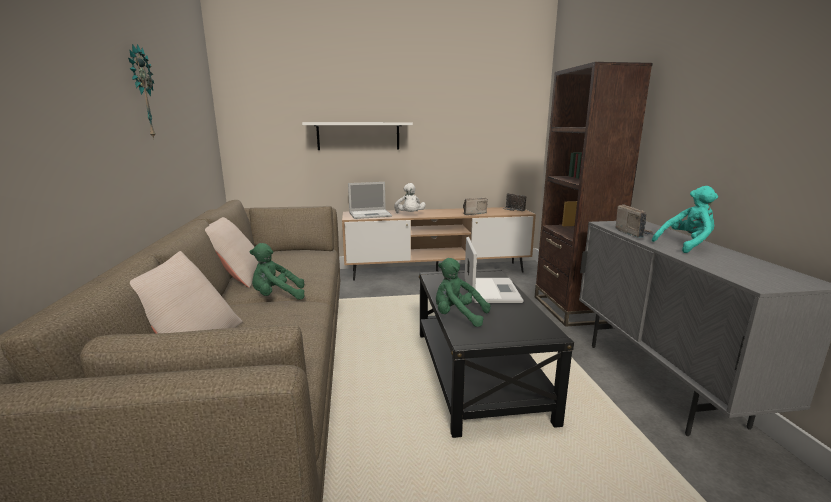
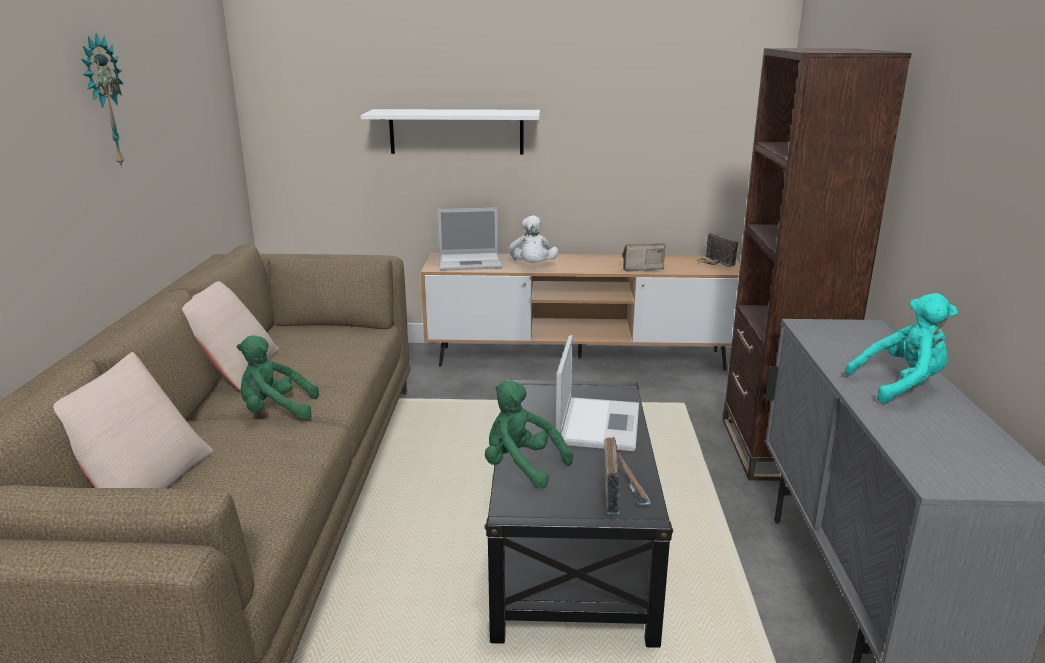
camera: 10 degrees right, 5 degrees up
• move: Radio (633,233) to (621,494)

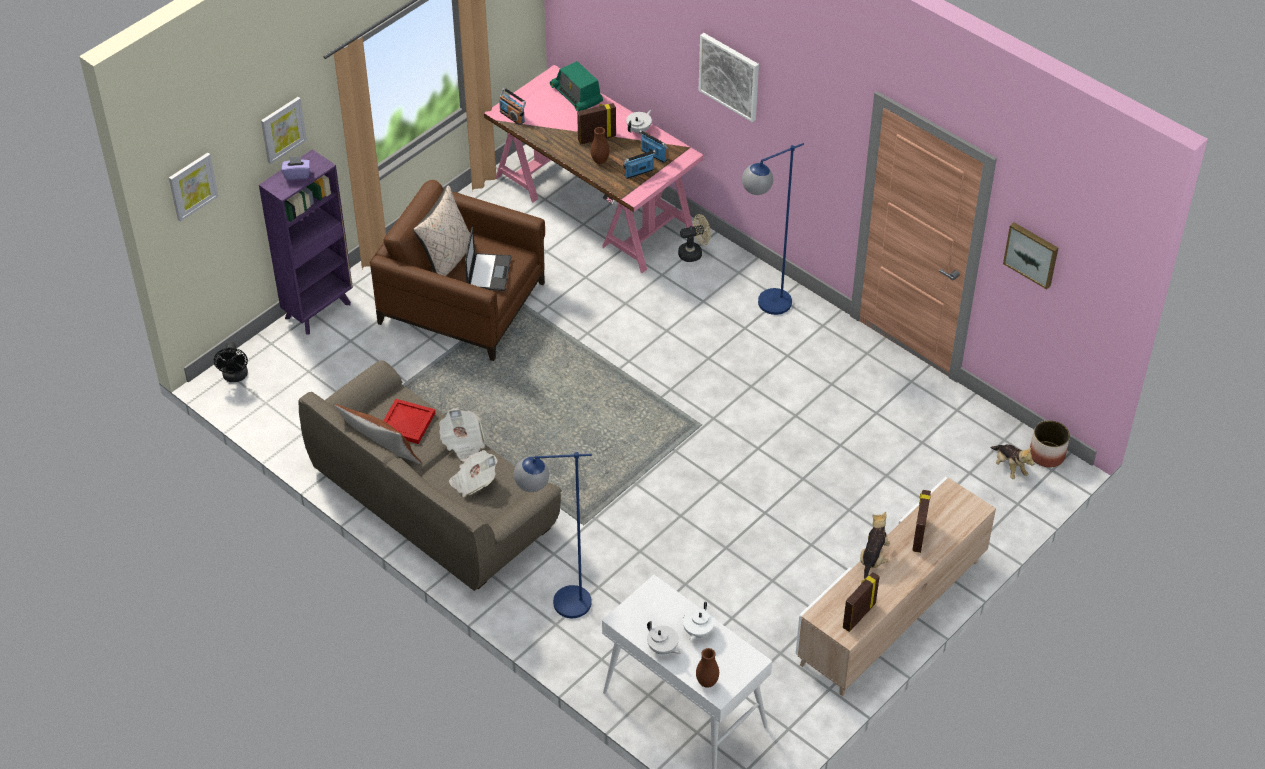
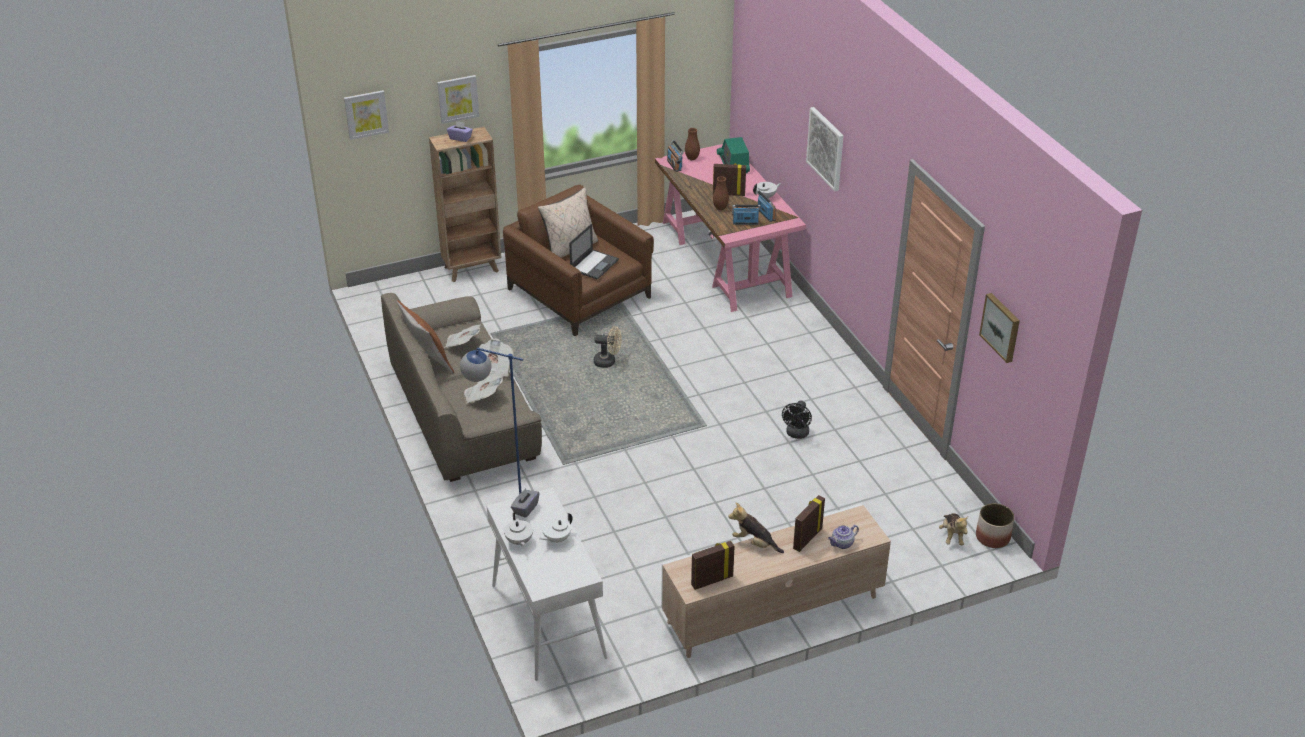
camera: 25 degrees right, 10 degrees down
• delete: Stehlampe [blau] (764,307)
• recolor: Bücherregal [lila] (319,310) to Bücherregal [braun] (472,269)
• move: Ventilator [beige] (694,253) to (608,362)
• move: Ventilator [schwarz] (235,377) to (796,434)
• replace: Tablett [rot] (406,423) to Zeitung (462,344)
• rotate: Plüschtier (873,558) = (754,543) 105 degrees counterclockwise
• move: Vase [braun] (707,682) to (692,158)
• insert: Taschentuchbox [grau] (525,509)
• insert: Teekanne (842,544)

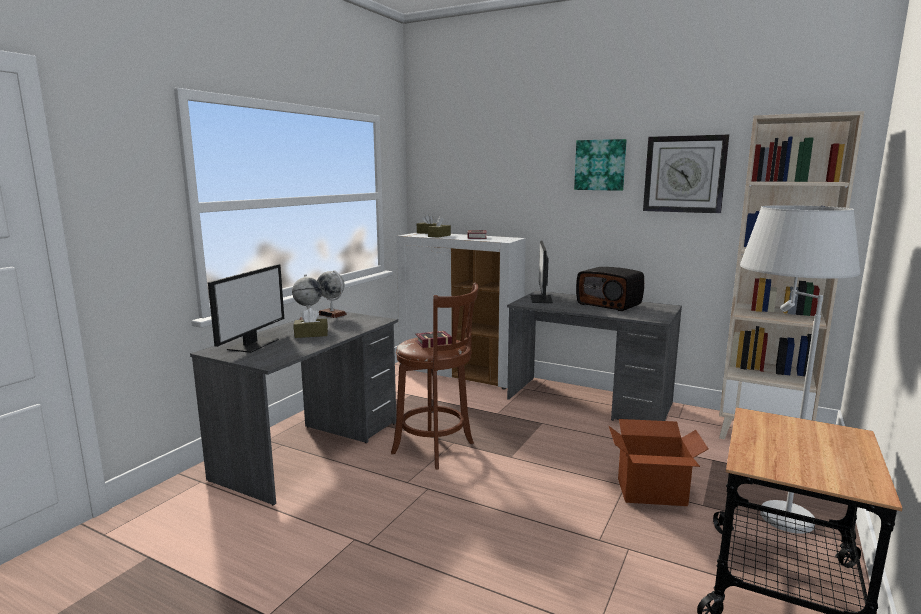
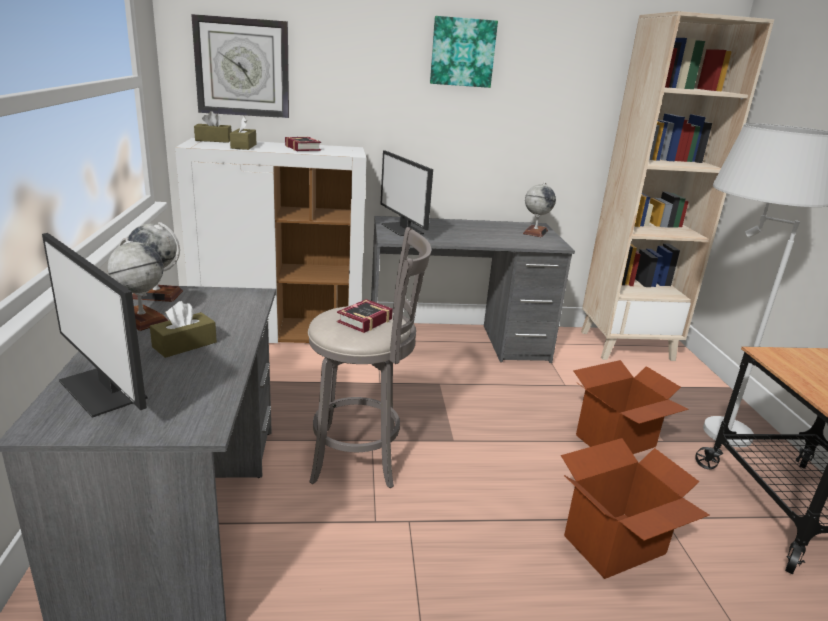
camera: 35 degrees left, 10 degrees up
• move: Wanduhr (684,174) to (242,67)
• rotate: Monitor (253,344) = (105,389) 150 degrees clockwise
• delete: Radio (609,304)
• recolor: Hocker [braun] (436,449) to Hocker [grau] (361,457)
• insert: Globus (535,232)
• insert: Karton (615,546)

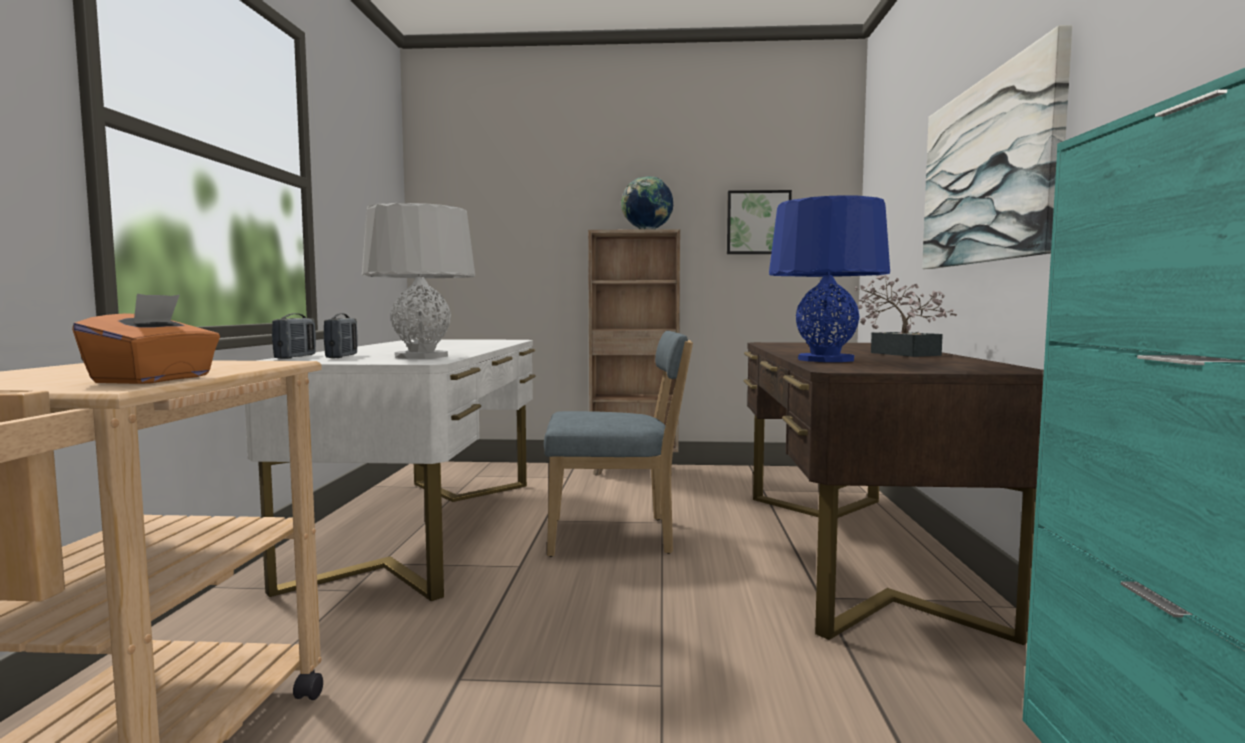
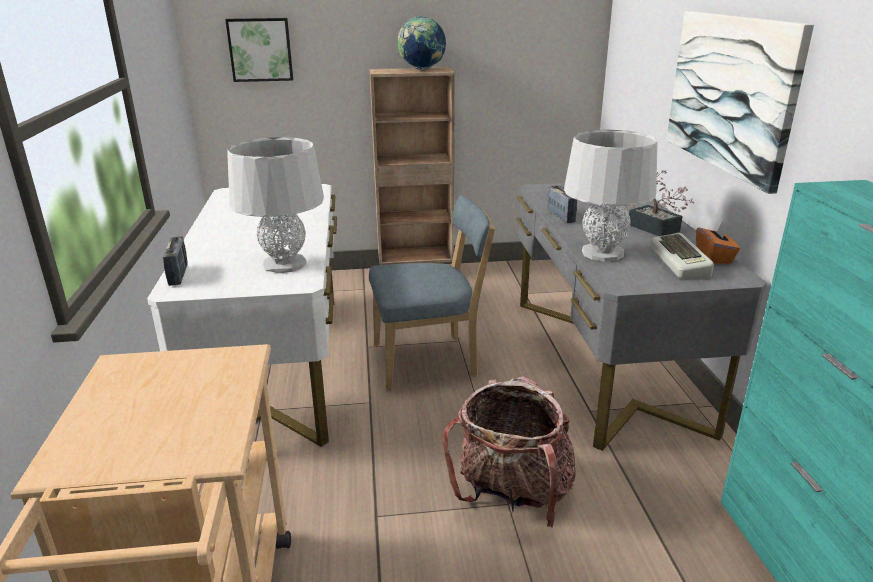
camera: 10 degrees left, 20 degrees up
• move: Bild (758,223) to (260,49)
• recolor: Tischlampe [blau] (825,359) to Tischlampe [grau] (602,253)
• move: Taschentuchbox [orange] (155,379) to (714,257)
• move: Radio (342,356) to (560,216)
• recolor: Schreibtisch [braun] (854,551) to Schreibtisch [grau] (604,360)
• insert: Tastatur (681,262)
• insert: Rucksack (513,495)

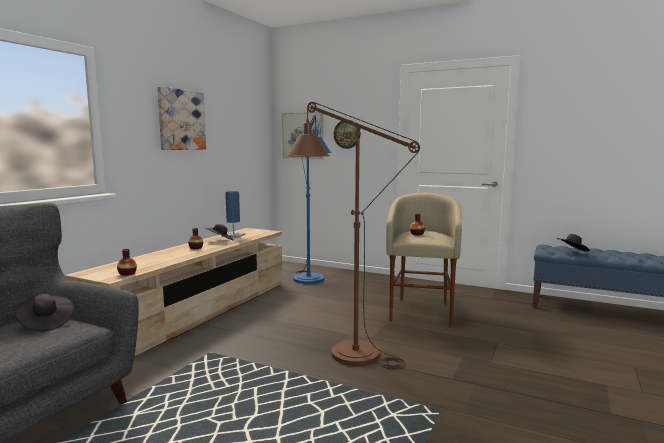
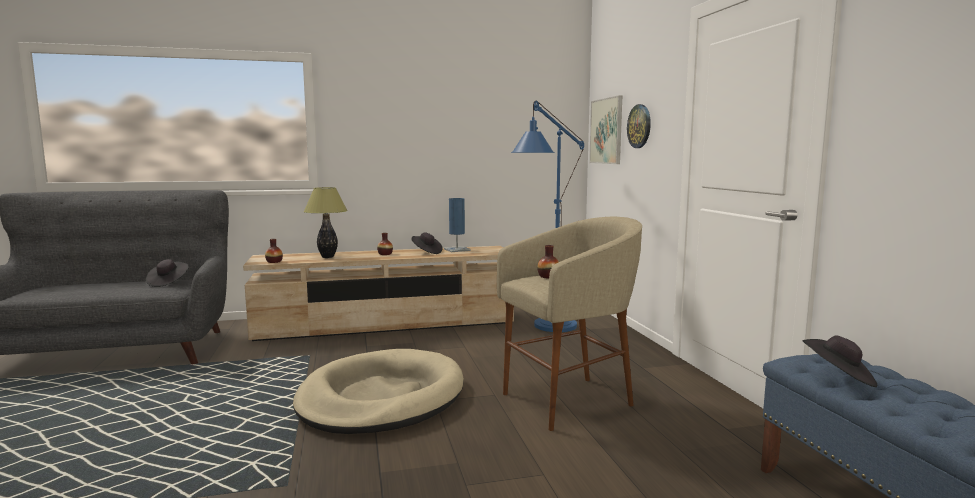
camera: 50 degrees right, 0 degrees up
• delete: Bild (181,120)
• replace: Stehlampe [braun] (343,351) to Hundebett [beige] (381,398)
• insert: Tischlampe (327,257)

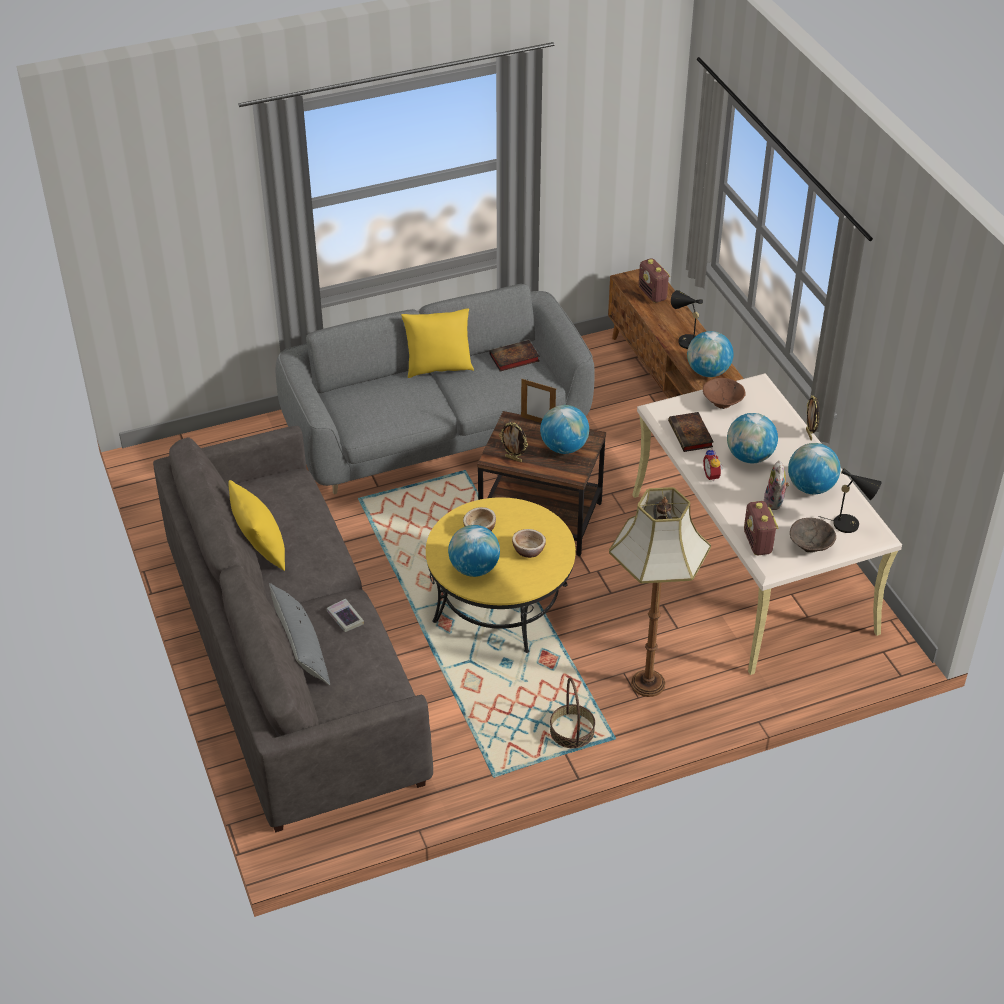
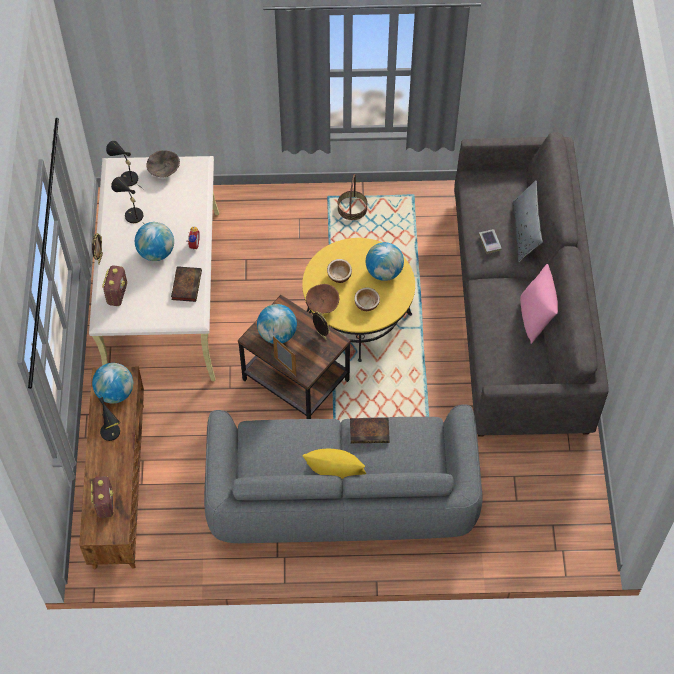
camera: 160 degrees left, 15 degrees up
• move: Buch (513,358) to (370,431)
• move: Schüssel [braun] (723,403) to (322,304)
• replace: Globus (810,487) to Tischlampe [schwarz] (131,214)
• delete: Plüschtier (775,502)
• recolor: Kissen [gelb] (260,551) to Kissen [rosa] (535,319)
• delete: Stehlampe (647,684)
• move: Radio (758,543) to (117,294)

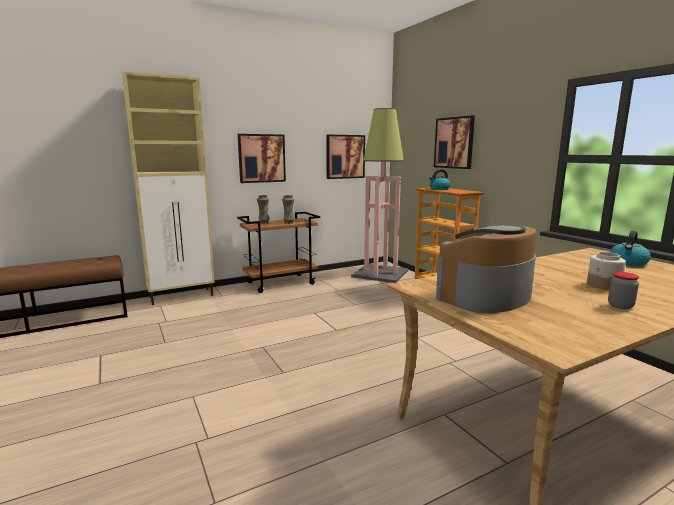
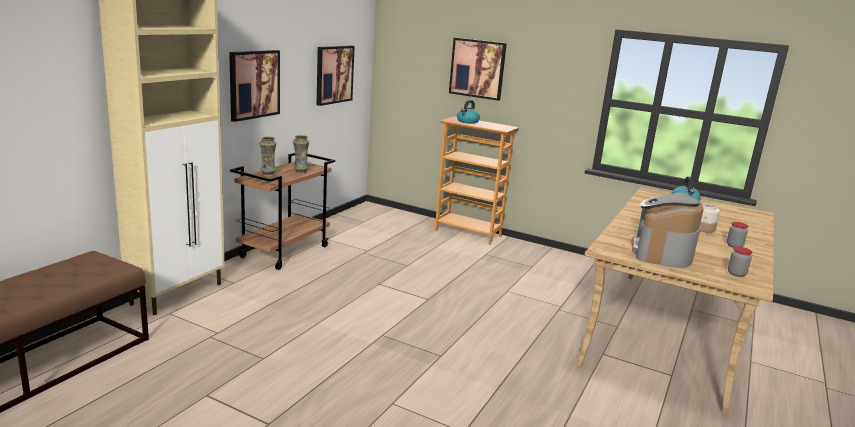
camera: 35 degrees left, 5 degrees up
• delete: Stehlampe (381,273)
• insert: Vorratsglas (736,274)

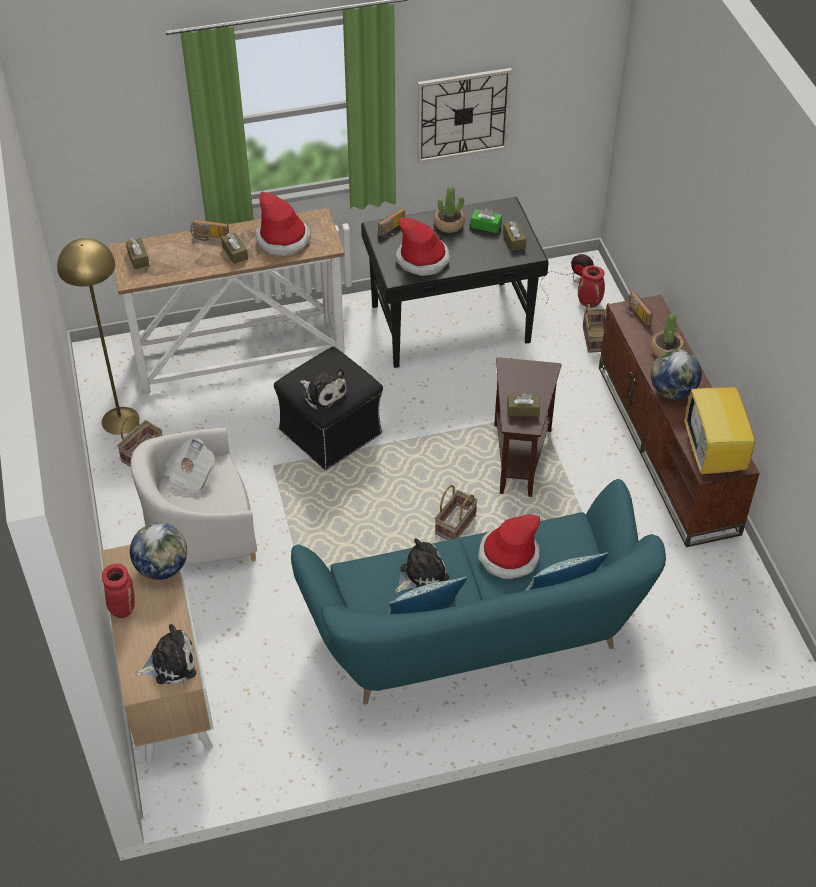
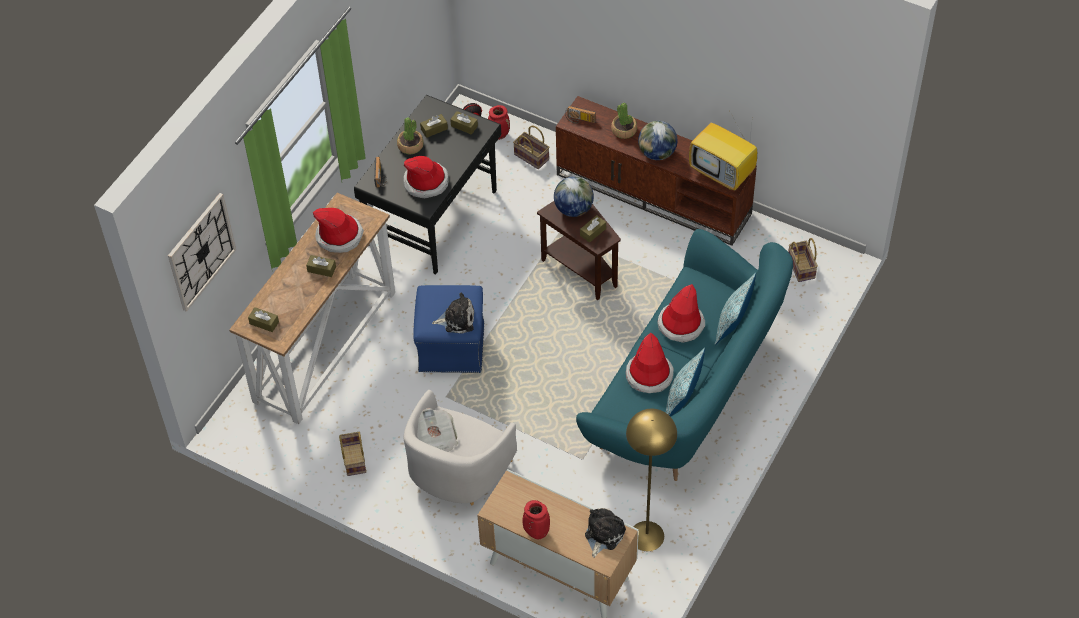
camera: 45 degrees left, 5 degrees up
• move: Wanduhr (463,115) to (201,251)
• recolor: Taschentuchbox [grün] (485,226) to Taschentuchbox [braun] (434,129)
• delete: Radio (209,237)
• move: Stehlampe [gelb] (120,420) to (647,536)
• recolor: Polsterhocker [schwarz] (331,431) to Polsterhocker [blau] (451,346)
• move: Korb (455,525) to (802,268)
• move: Globus (162,568) to (573,209)
• replace: Plüschtier (421,574) to Hut (649,375)

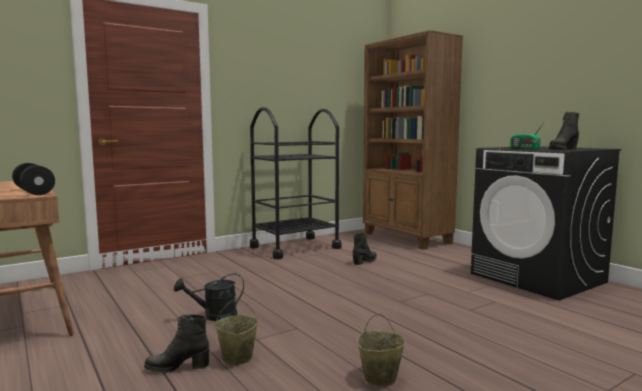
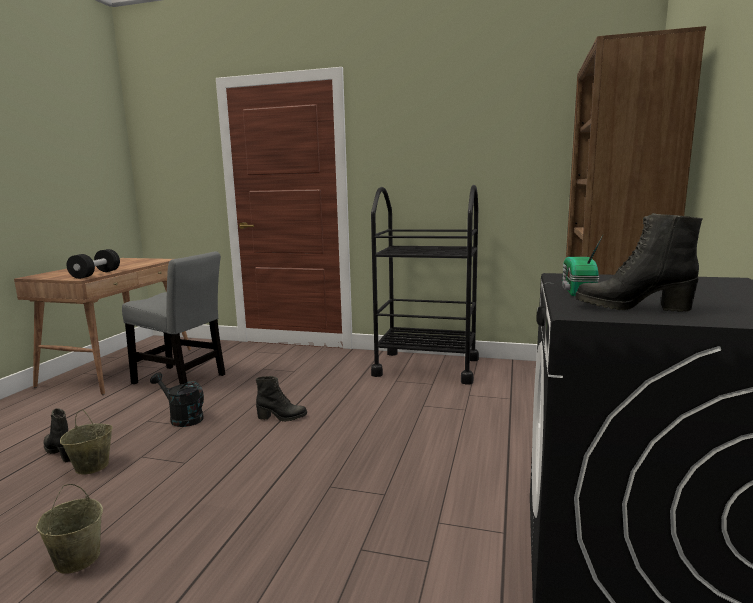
camera: 50 degrees right, 5 degrees up
• move: Stiefel [schwarz] (365,261) to (282,417)
• insert: Stuhl [grau] (182,380)

